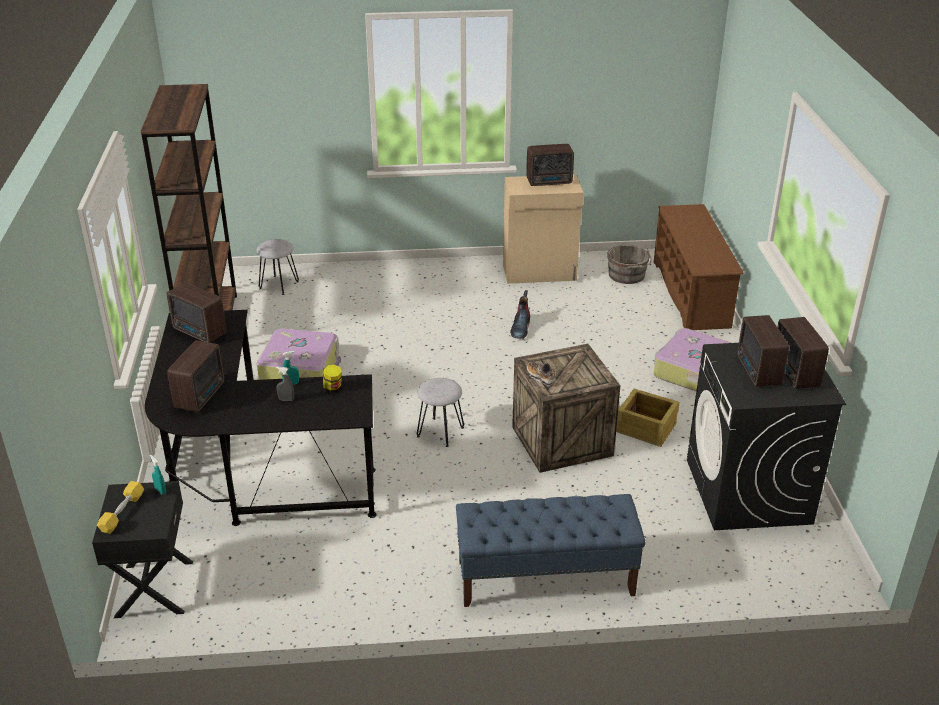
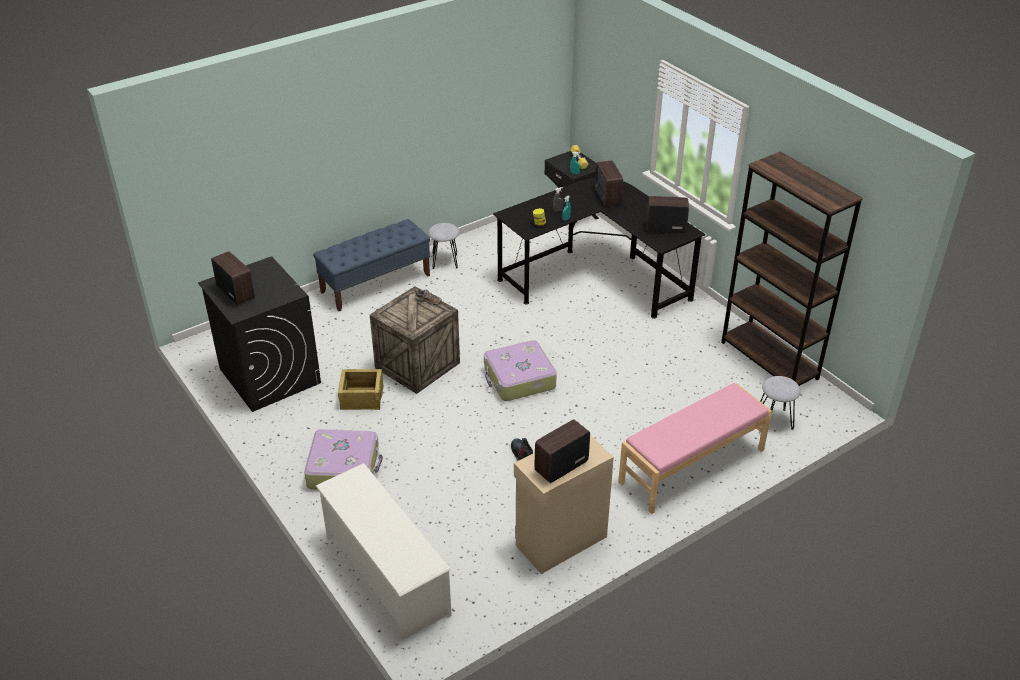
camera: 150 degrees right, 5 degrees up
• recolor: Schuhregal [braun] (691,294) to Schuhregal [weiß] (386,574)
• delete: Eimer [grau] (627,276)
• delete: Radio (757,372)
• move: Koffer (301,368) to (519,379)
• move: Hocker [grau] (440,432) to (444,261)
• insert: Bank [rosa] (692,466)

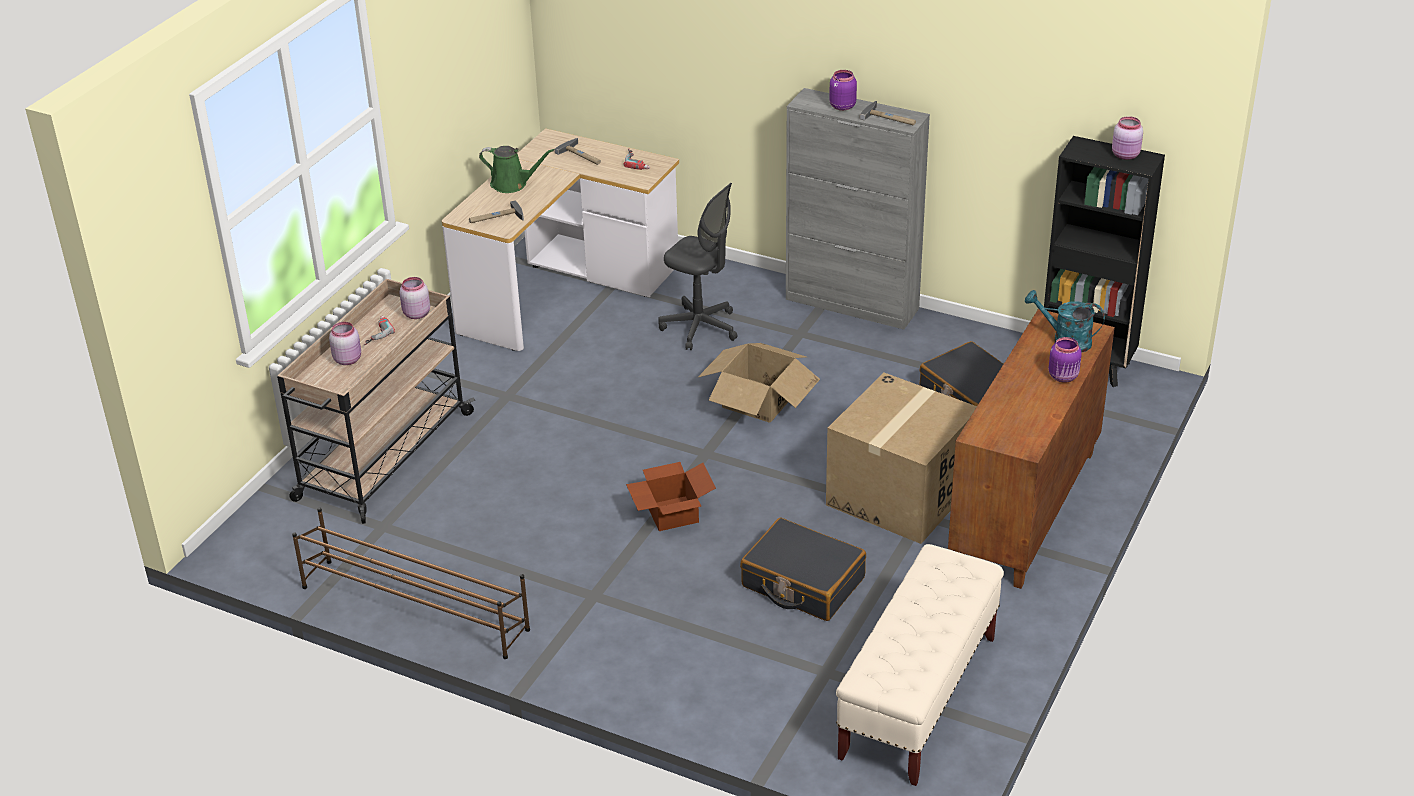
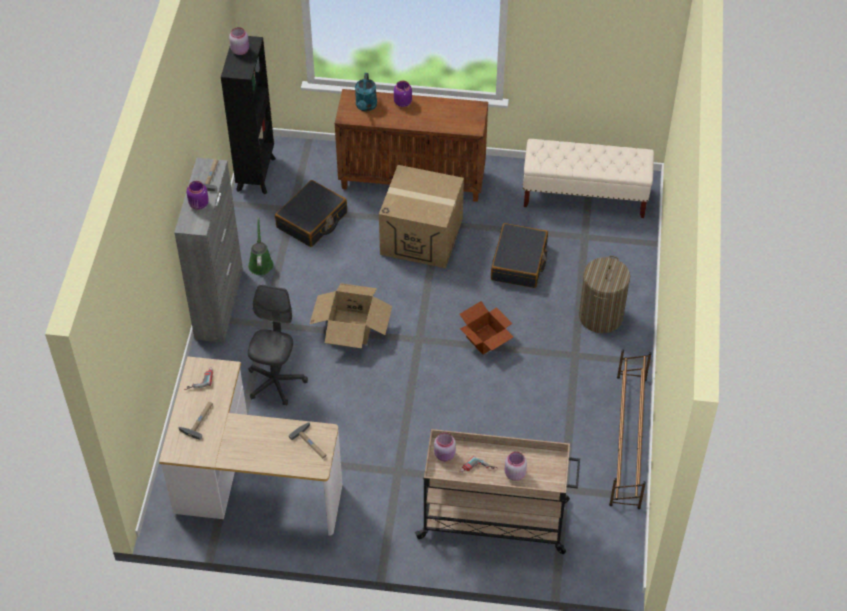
camera: 110 degrees left, 15 degrees up
• move: Gießkanne [grün] (512,184) to (260,263)
• insert: Wäschekorb (601,316)

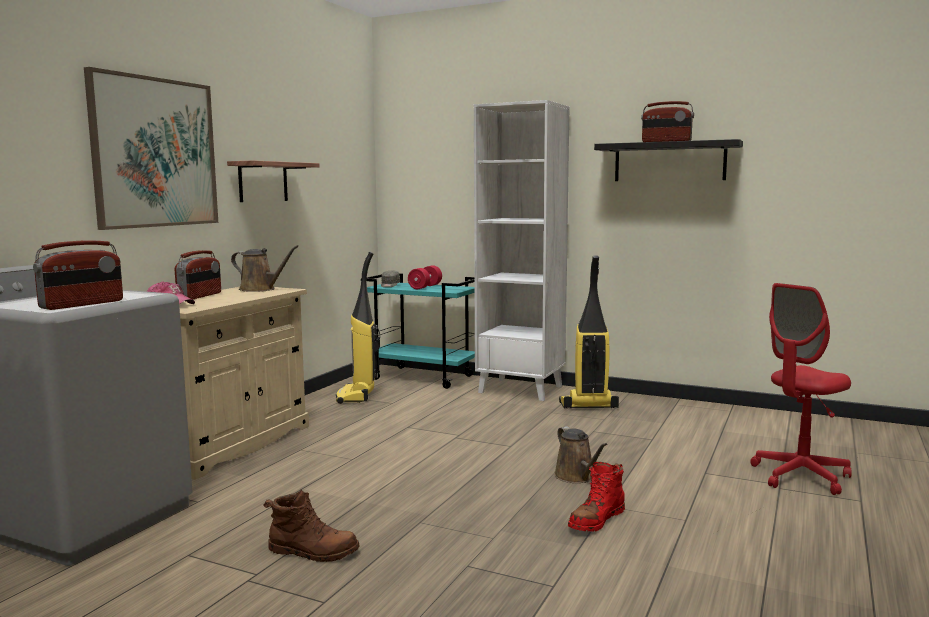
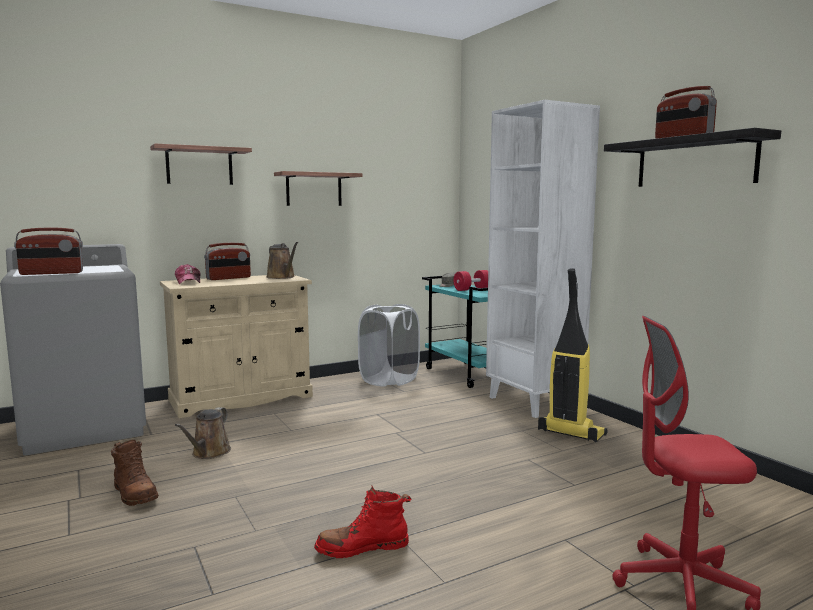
camera: 35 degrees right, 0 degrees up
• replace: Bild (155,153) to Wandregal (199,166)
• replace: Staubsauger (357,396) to Wäschekorb [weiß] (389,380)
• move: Gießkanne [braun] (577,477) to (209,453)

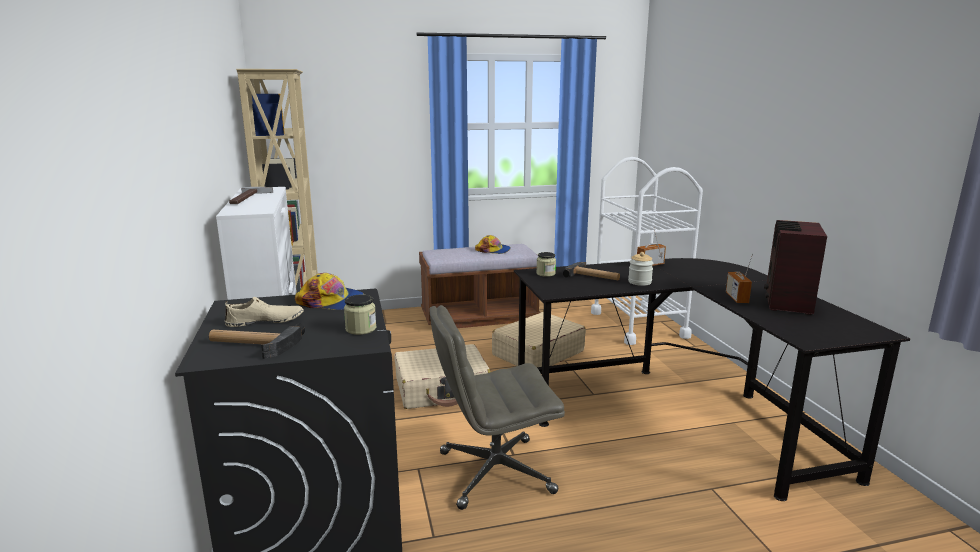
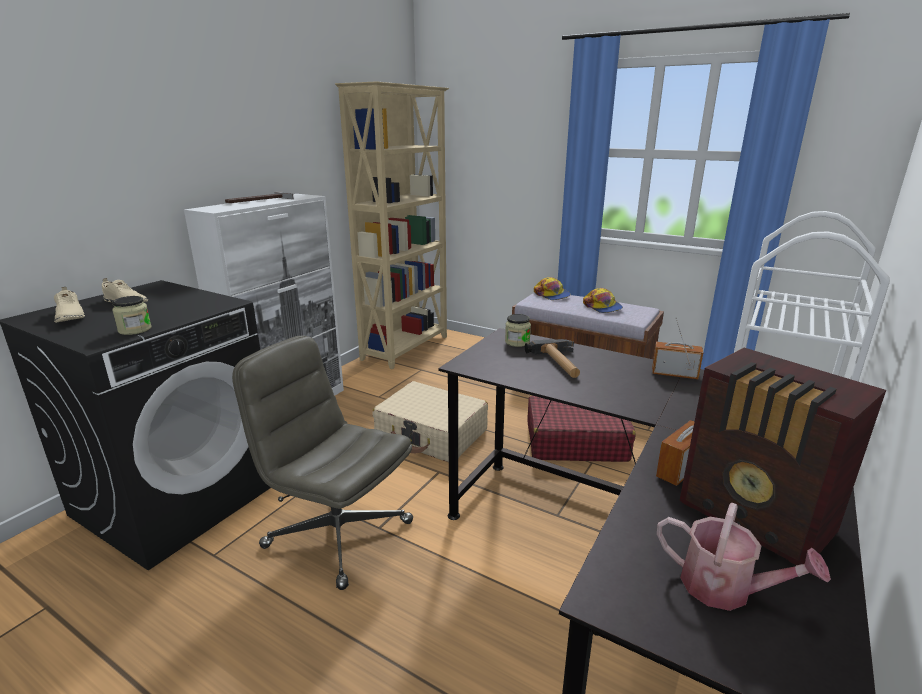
camera: 45 degrees right, 5 degrees up
• rotate: Radio (787,302) = (757,520) 105 degrees counterclockwise
• delete: Vorratsglas (639,282)
• move: Kappe (331,301) to (552,295)
• recolor: Koffer [beige] (537,353) to Koffer [rot] (575,441)
• replace: Hammer (252,344) to Schuh [beige] (69,316)
• insert: Gießkanne (726,589)

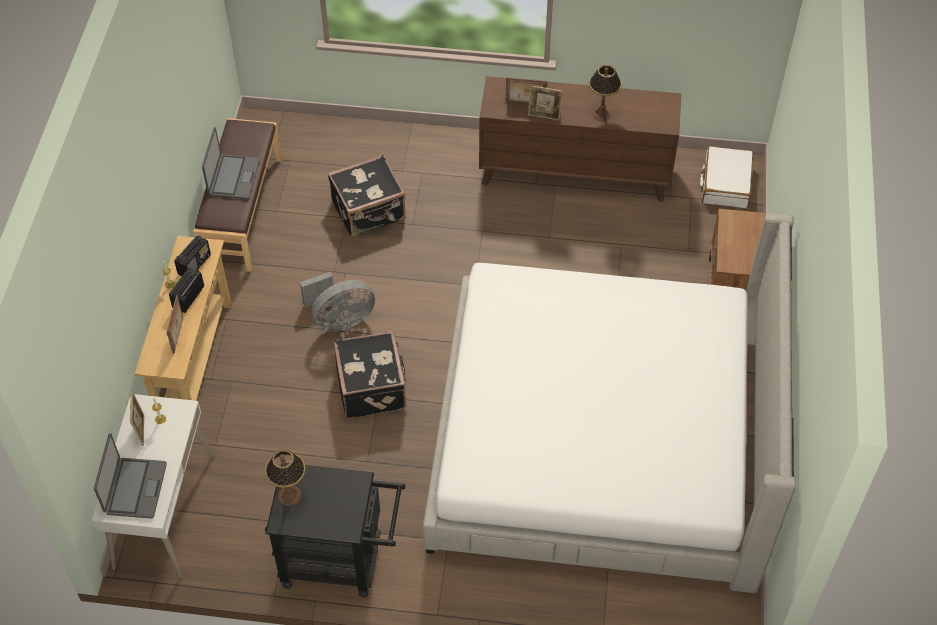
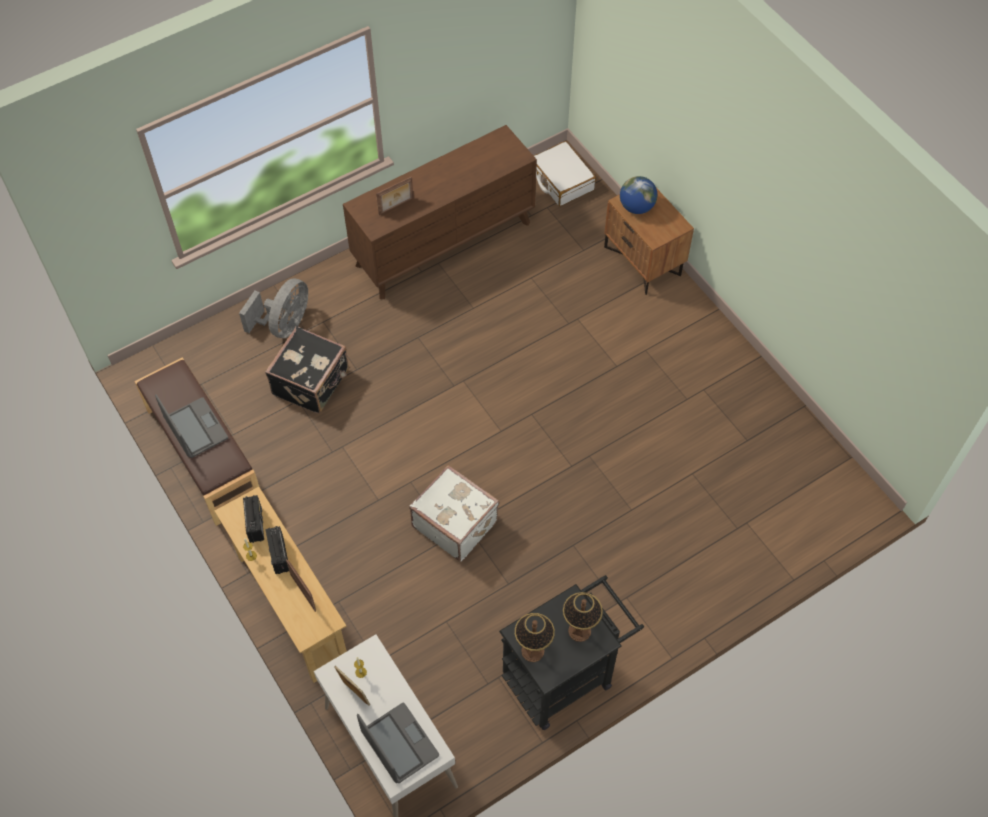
camera: 40 degrees left, 5 degrees up
• move: Tischlampe (601,114) to (579,630)
• delete: Bilderrahmen (544,116)
• delete: Bett (600,442)
• move: Ventilator [grau] (340,319) to (284,325)
• recolor: Koffer [schwarz] (372,387) to Koffer [weiß] (455,522)
• insert: Globus (636,207)

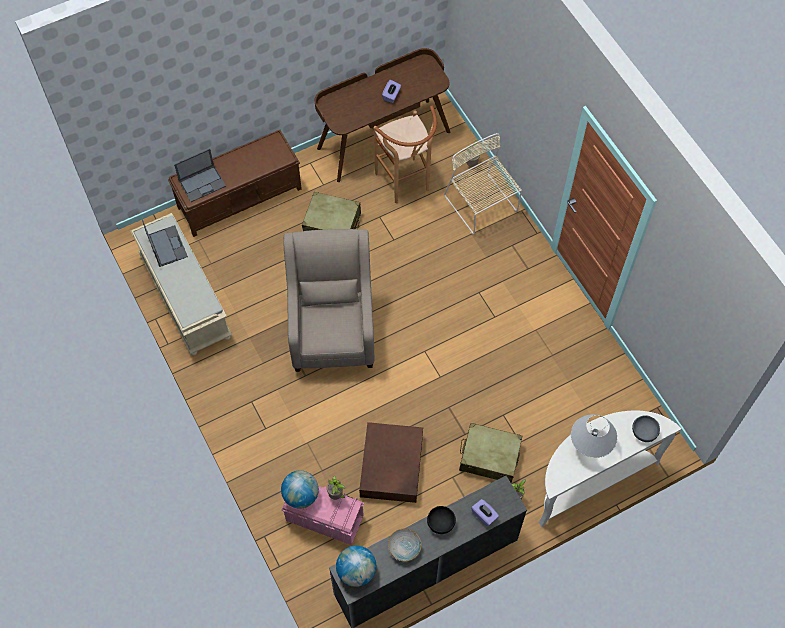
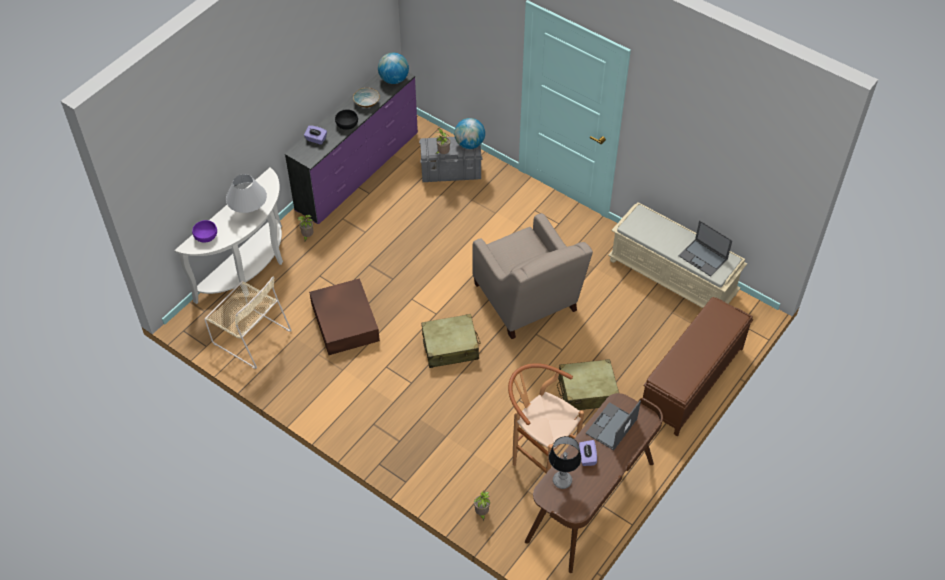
camera: 155 degrees right, 10 degrees down
• move: Stuhl [beige] (482,205) to (250,336)
• move: Laptop (202,183) to (611,427)
• recolor: Schüssel [grau] (644,432) to Schüssel [lila] (206,236)
• move: Aufbewahrungsbox [braun] (391,467) to (345,321)
• move: Koffer [beige] (489,457) to (450,347)
• recolor: Aufbewahrungsbox [rosa] (324,518) to Aufbewahrungsbox [grau] (451,172)
• insert: Tischlampe (562,480)

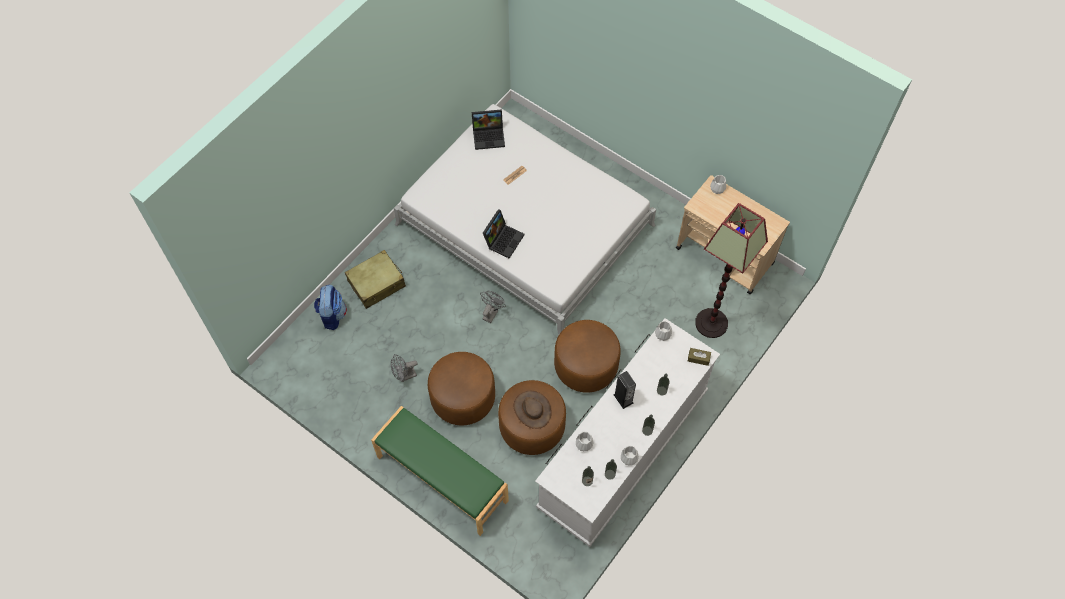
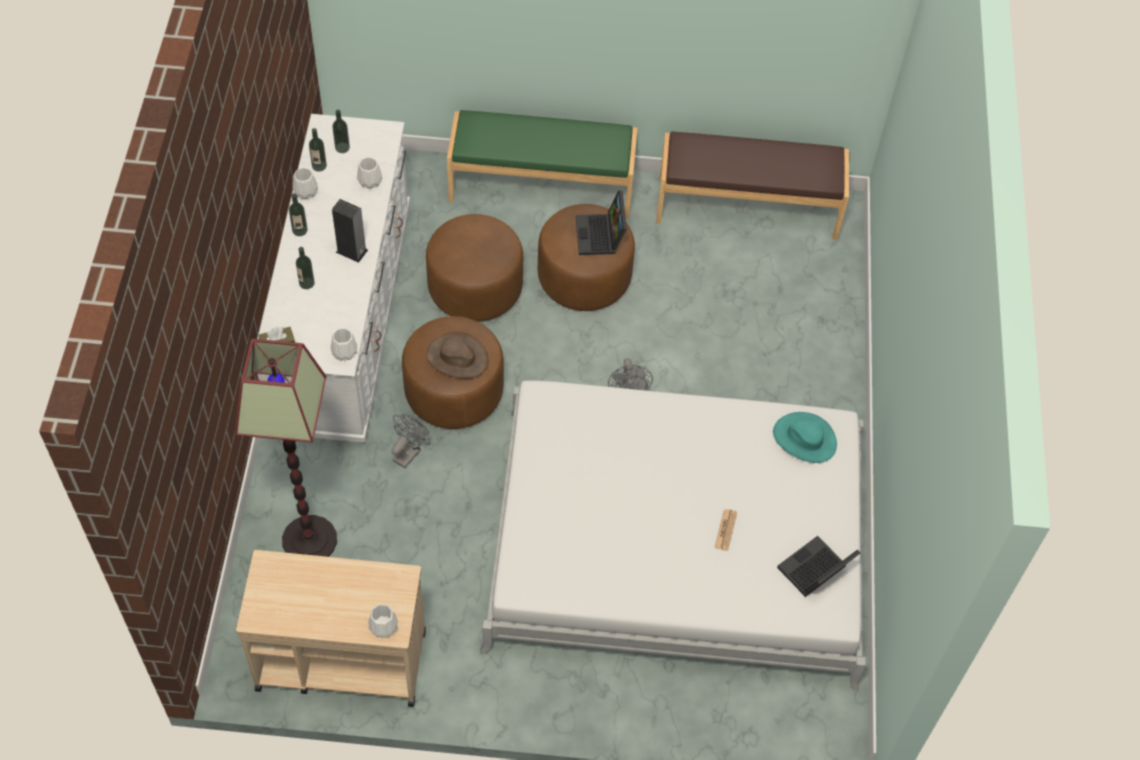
camera: 145 degrees right, 5 degrees down
• move: Laptop (503,239) to (601,236)
• delete: Koffer [beige] (377,284)
• delete: Rucksack (332,315)
• move: Ventilator [grau] (404,376) to (409,452)
• move: Hut [braun] (532,410) to (457,358)
• insert: Bank [braun] (747,207)
• insert: Hut [türkis] (804,439)

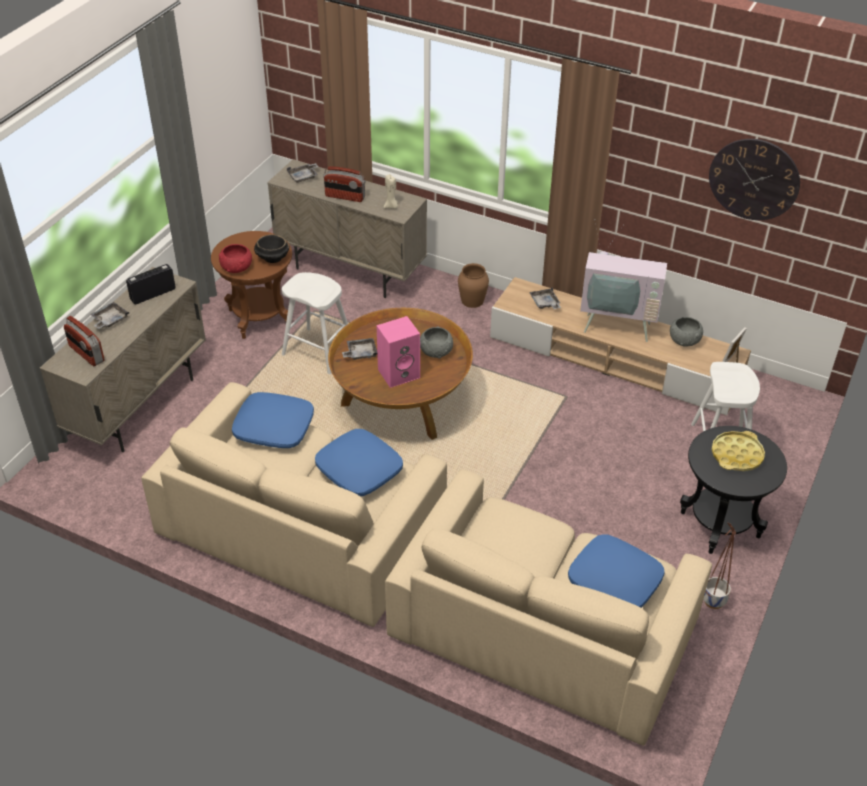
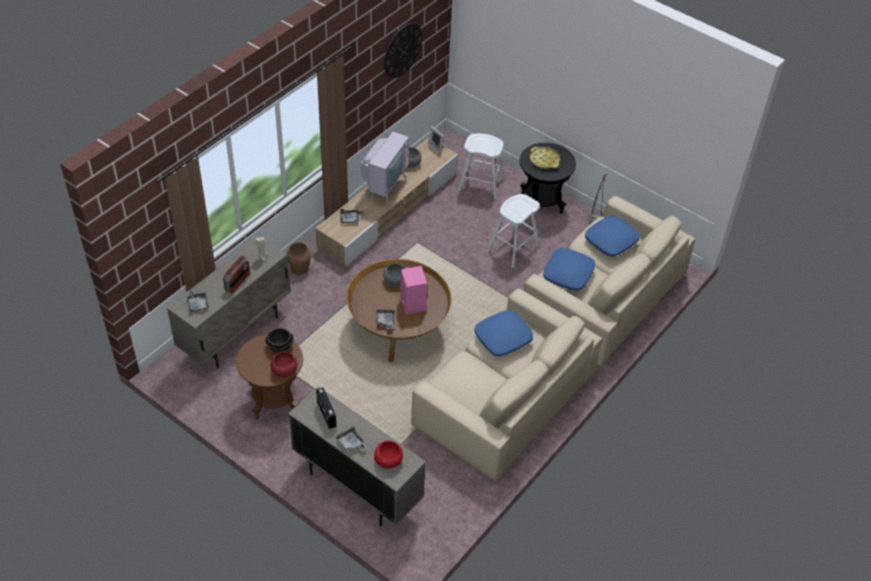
camera: 80 degrees left, 5 degrees up
• move: Hocker [weiß] (318,351) to (512,248)
• replace: Radio (86,354) to Schüssel [rot] (388,460)
• move: Kissen [blau] (273,428) to (568,274)

